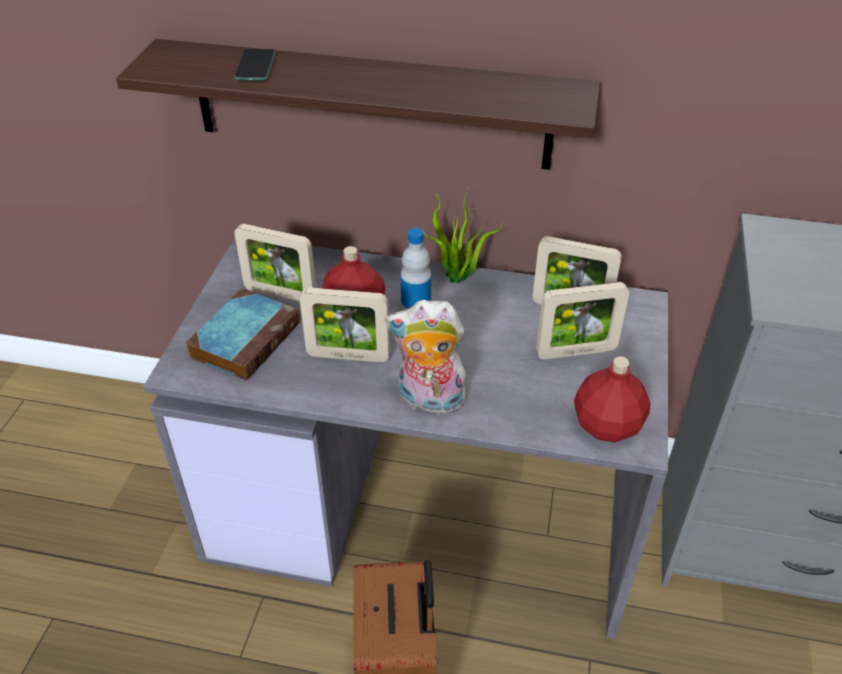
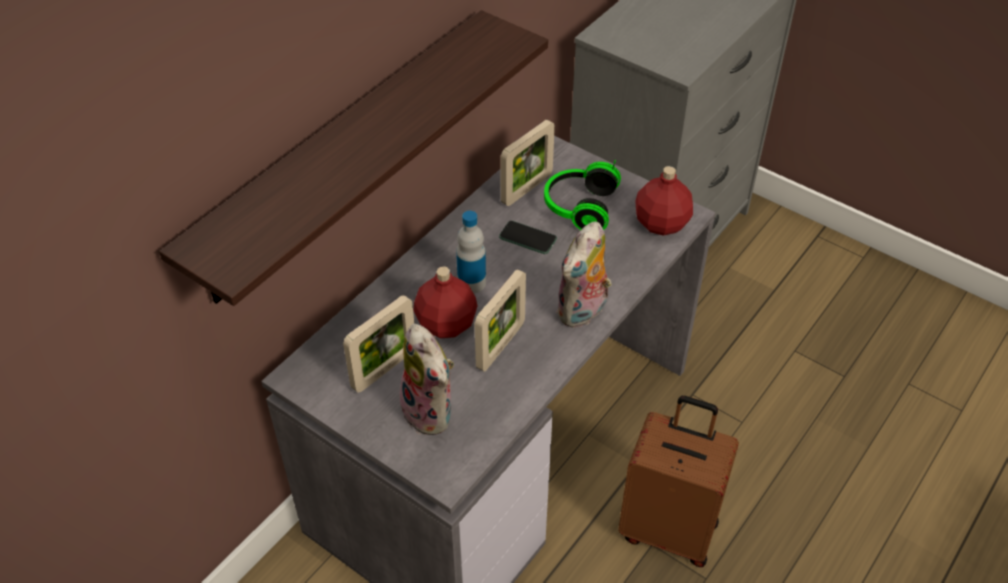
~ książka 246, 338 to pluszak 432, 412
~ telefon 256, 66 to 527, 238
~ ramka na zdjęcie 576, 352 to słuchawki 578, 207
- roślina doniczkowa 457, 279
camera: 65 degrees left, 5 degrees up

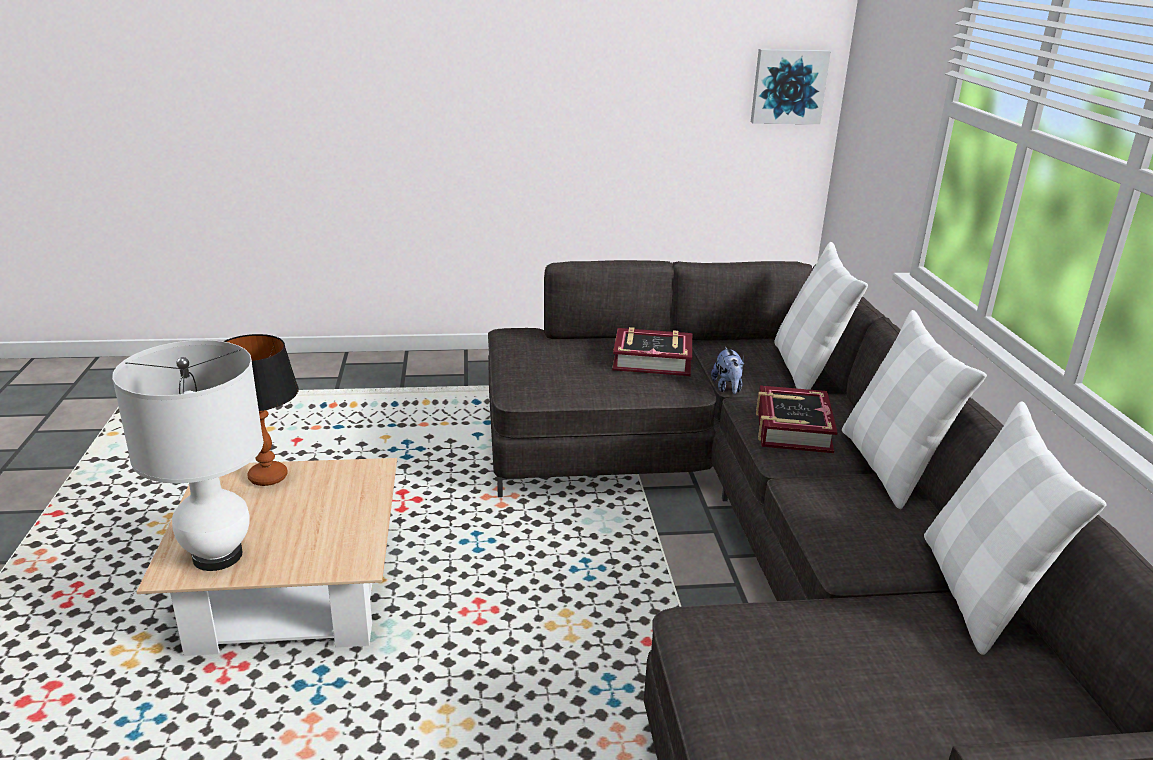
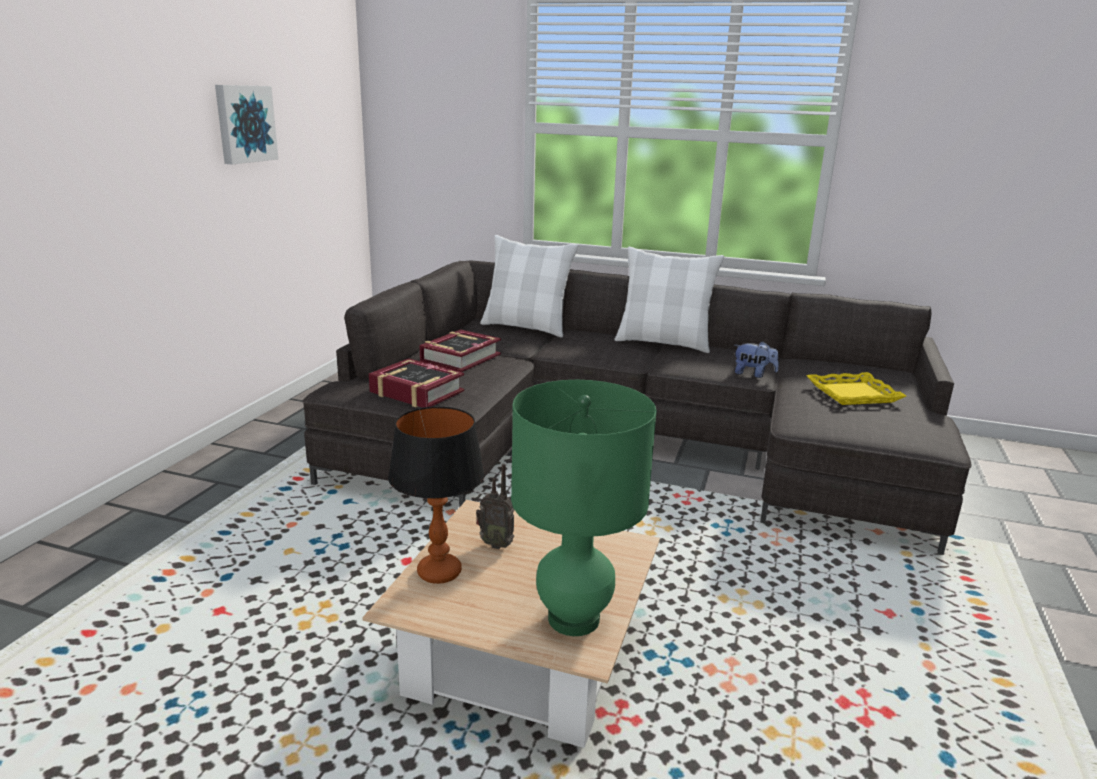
~ obraz 788, 86 to 244, 124
~ książka 792, 428 to 416, 392
+ radio 496, 544
~ lampa stołowa/biały 218, 556 to lampa stołowa/zielony 573, 619
~ pluszak 727, 388 to 753, 374
+ taca/żółty 853, 394
- poduszka/biały 978, 592
camera: 65 degrees left, 5 degrees down

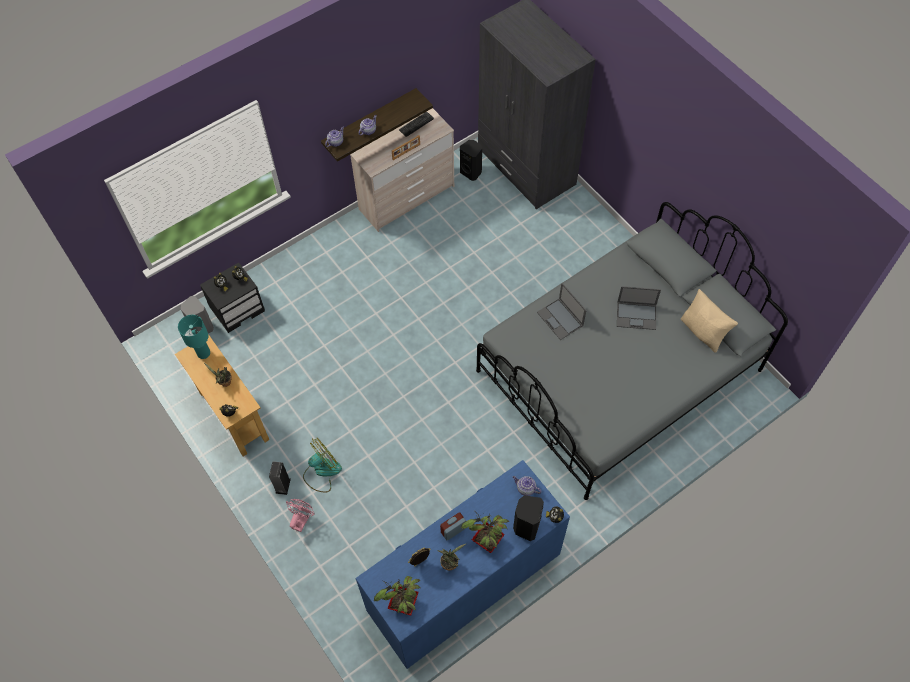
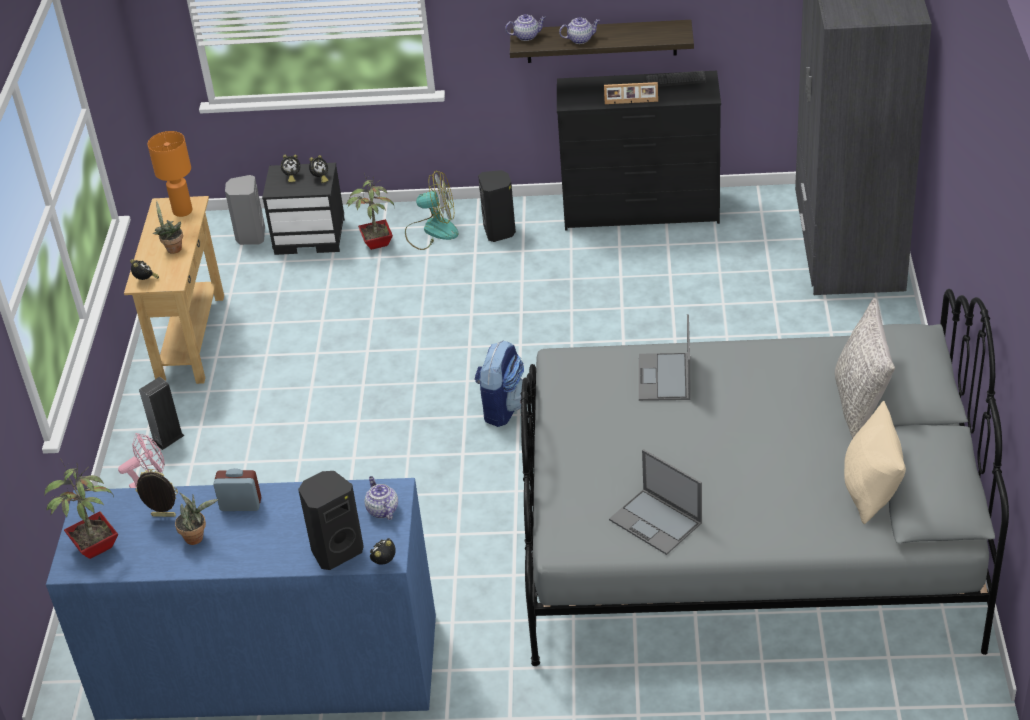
~ lampa stołowa/turkusowy 203, 353 to lampa stołowa/pomarańczowy 183, 211
~ roślina doniczkowa 486, 542 to 375, 243
~ wentylator 322, 471 to 432, 230
+ plecak 502, 408
~ głośnik/czarny 471, 172 to 500, 231
~ komoda/beżowy 407, 198 to komoda/czarny 641, 211
~ laptop 637, 315 to 656, 522
+ poduszka/szary 860, 403
camera: 40 degrees right, 20 degrees down

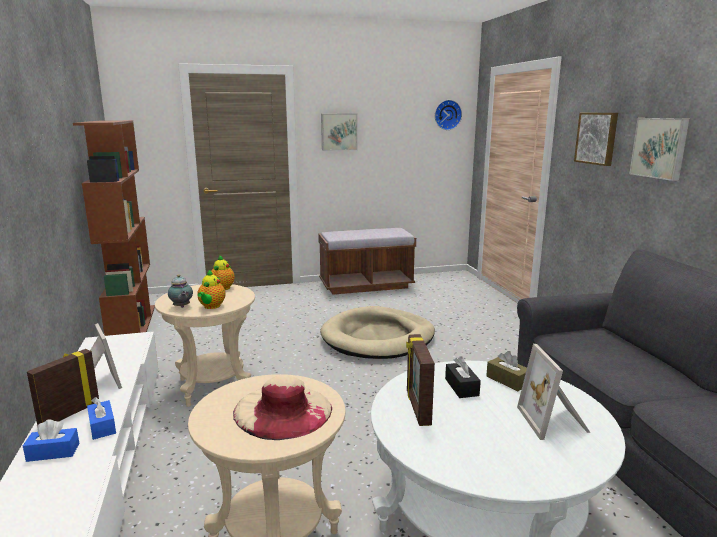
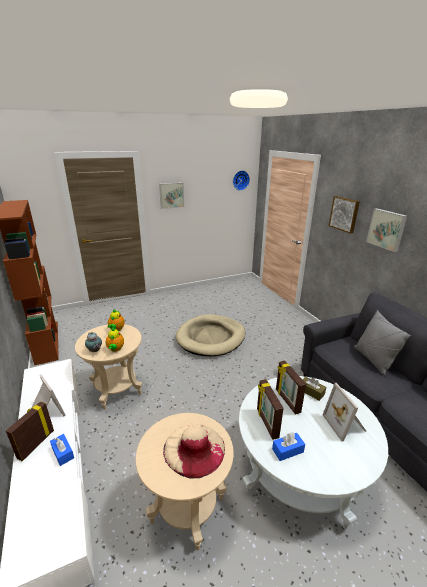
~ pudełko chusteczek/niebieski 53, 452 to 287, 450
~ pudełko chusteczek/czarny 461, 387 to ramka na zdjęcie 287, 401
+ poduszka/szary 373, 360
- ławka/brązowy 366, 285
camera: 10 degrees left, 10 degrees up

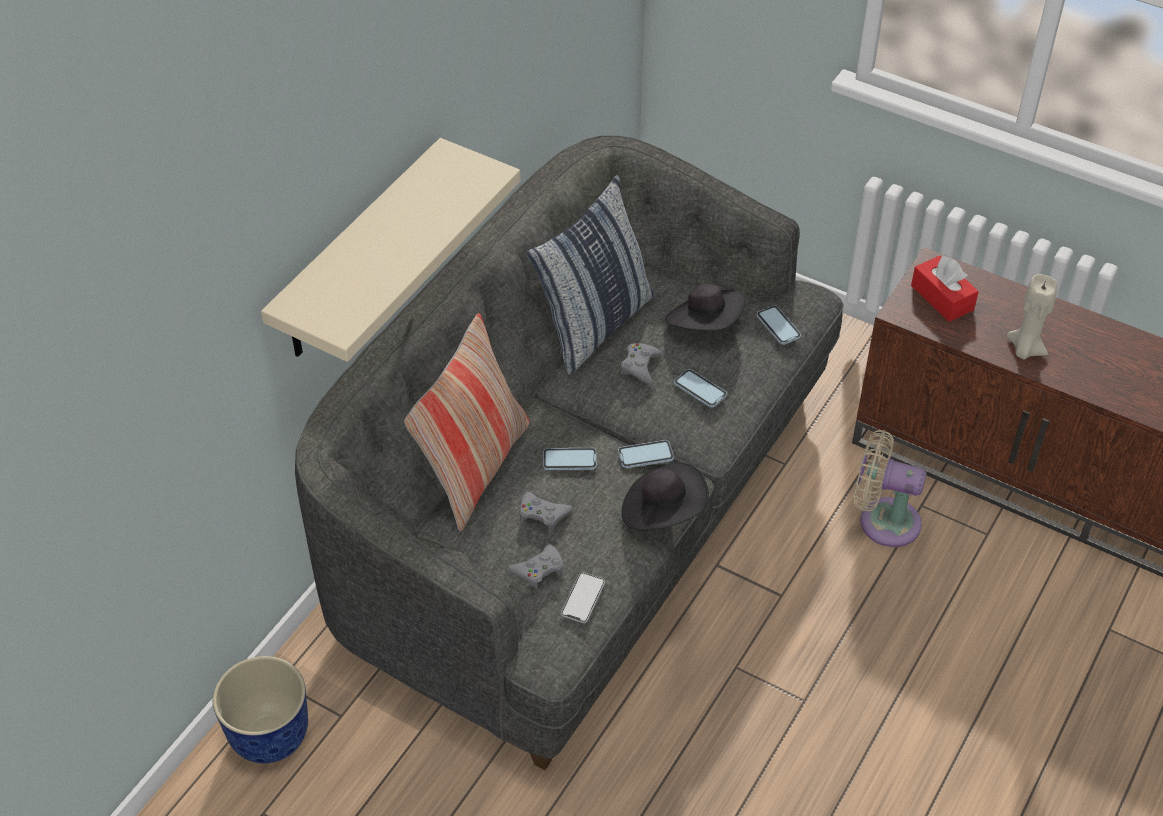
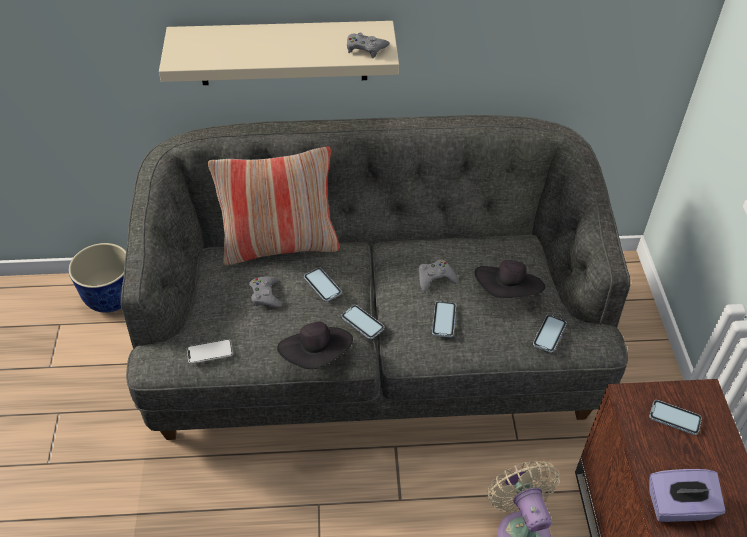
~ pad do gier/szary 539, 570 to 365, 48
~ pudełko chusteczek/czerwony 942, 298 to telefon 674, 418
~ świeca/beżowy 1025, 349 to pudełko chusteczek/fioletowy 679, 507
- poduszka 595, 325
camera: 55 degrees right, 0 degrees up

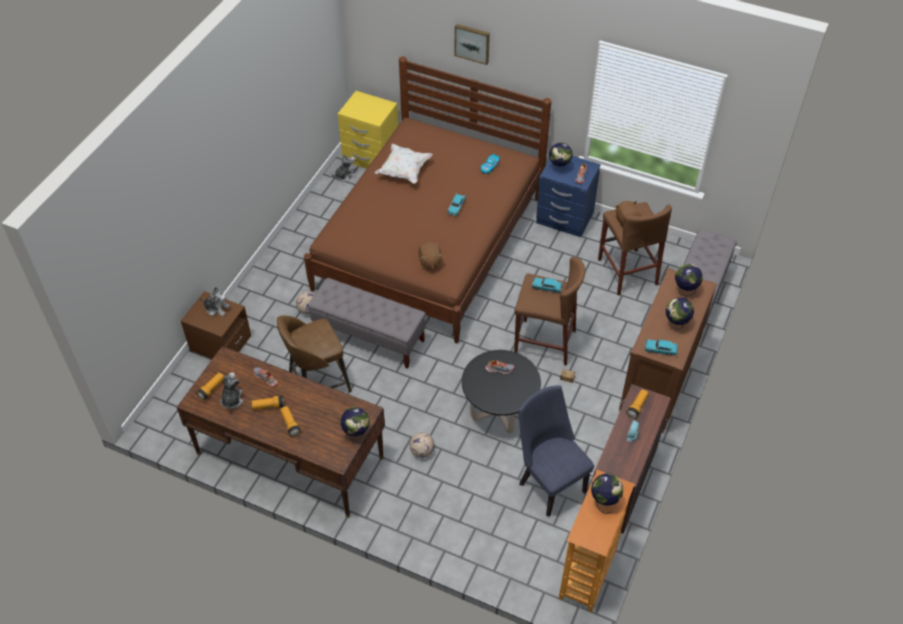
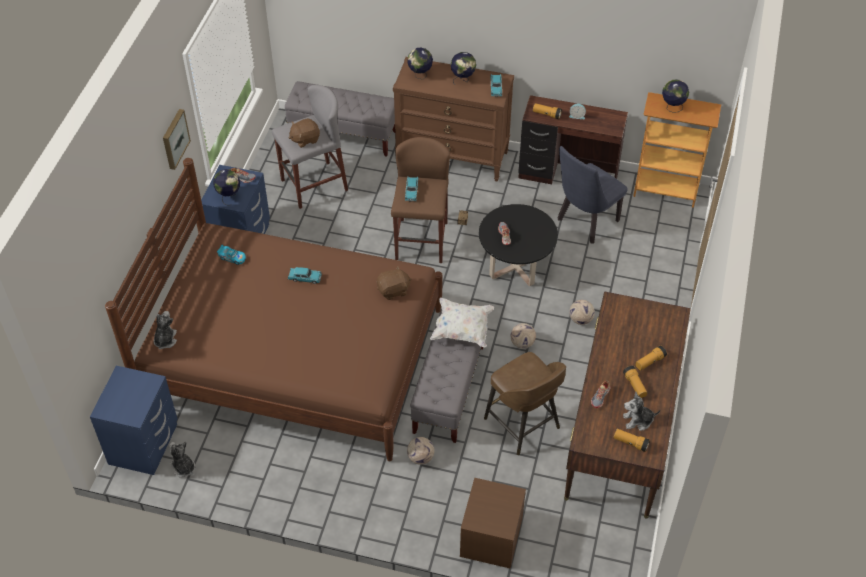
~ szafka nocna/żółty 371, 157 to szafka nocna/niebieski 144, 444
~ pluszak 216, 308 to 165, 340
~ obraz 472, 43 to 174, 138
~ stołek/brązowy 627, 271 to stołek/szary 314, 185
~ poduszka/biały 404, 171 to 462, 330
+ piłka futbolowa 522, 343
- globus 356, 433
camera: 100 degrees left, 0 degrees up

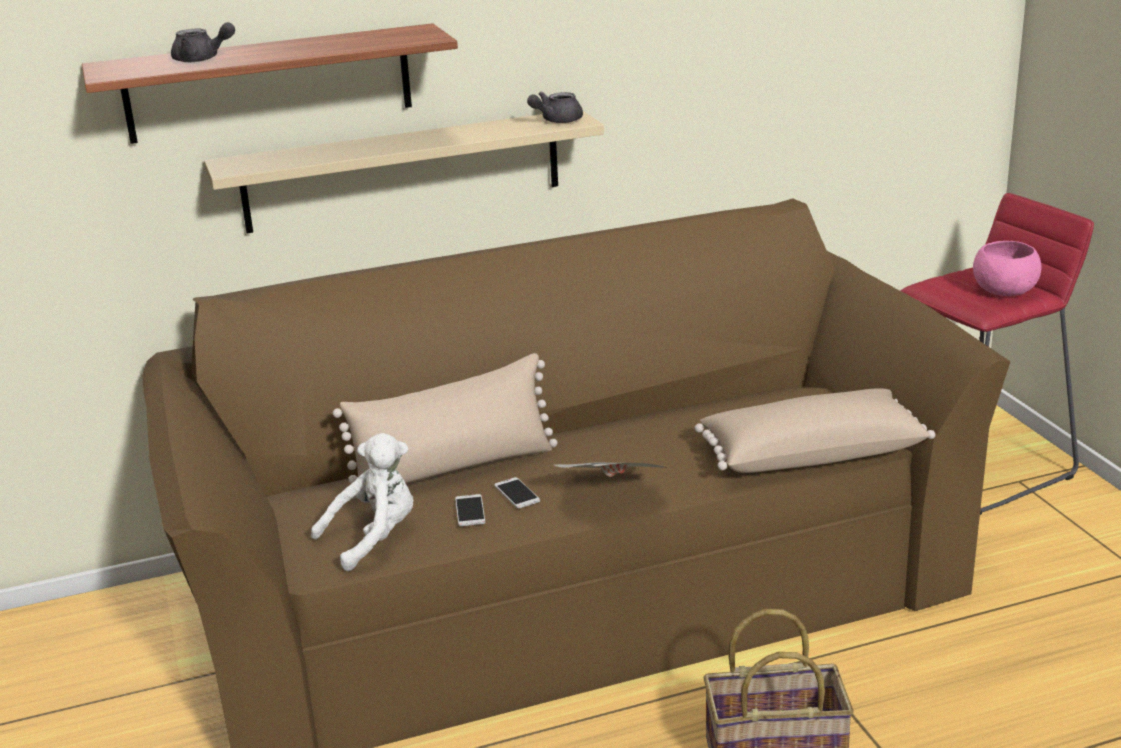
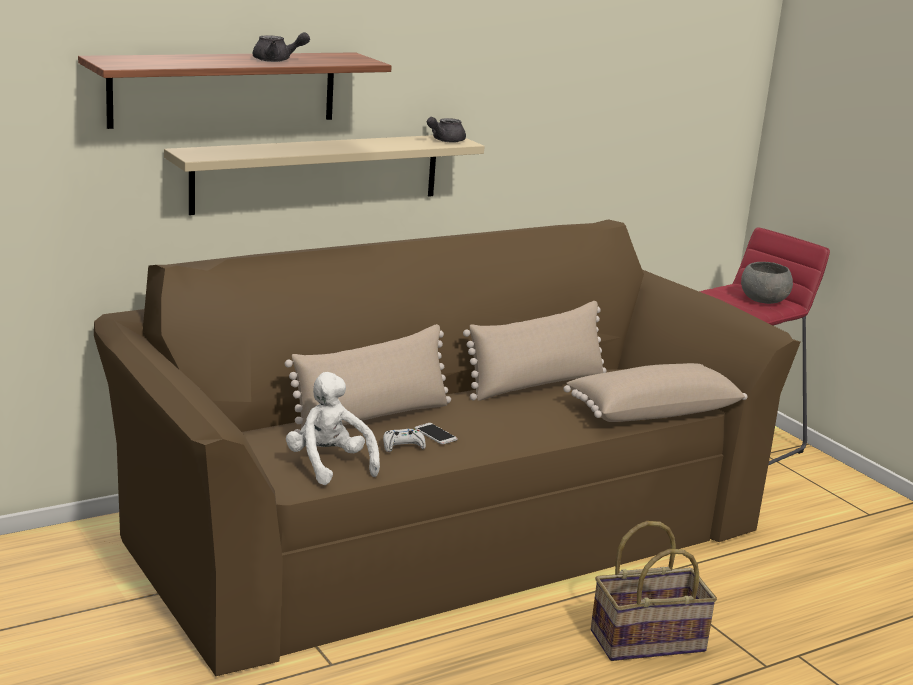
~ imbryk/szary 202, 59 to 277, 60
~ pluszak/biały 374, 538 = 329, 465 75 degrees counterclockwise
~ telefon 470, 511 to pad do gier/biały 402, 446
+ poduszka/beżowy 536, 385
~ miska/różowy 1005, 291 to miska/szary 763, 300
- gazeta 612, 492
camera: 15 degrees left, 5 degrees down

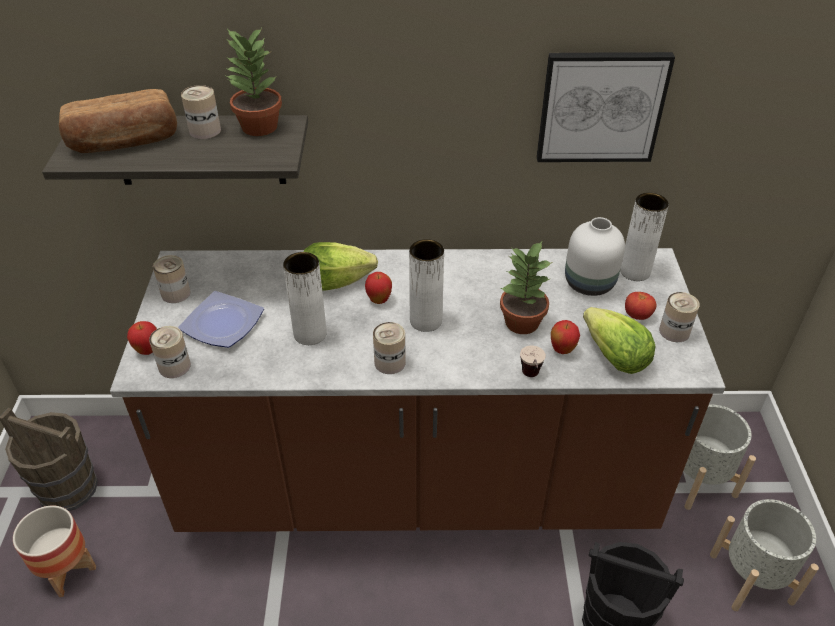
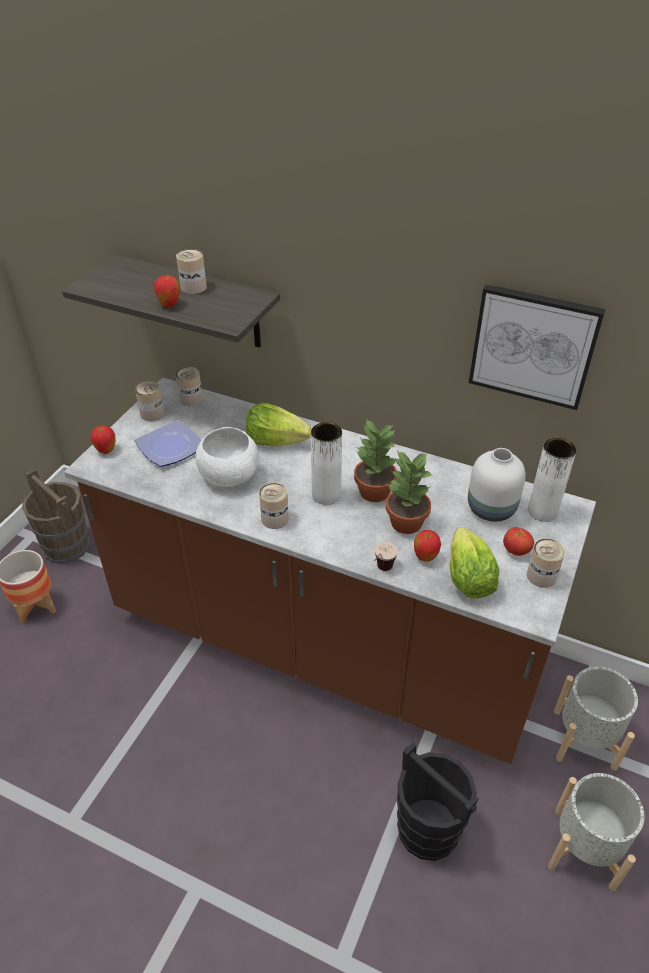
~ jabłko 379, 300 to 169, 305
~ puszka 174, 366 to 191, 399
~ wazon/biały 310, 334 to miska/biały 229, 476
~ roślina doniczkowa 258, 127 to 373, 491
- chleb 124, 142
camera: 25 degrees right, 0 degrees up

